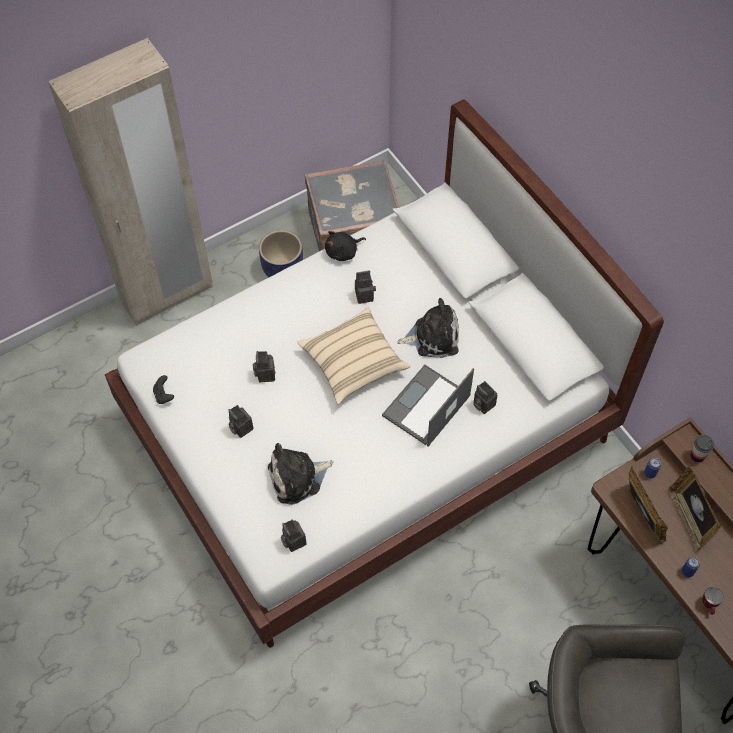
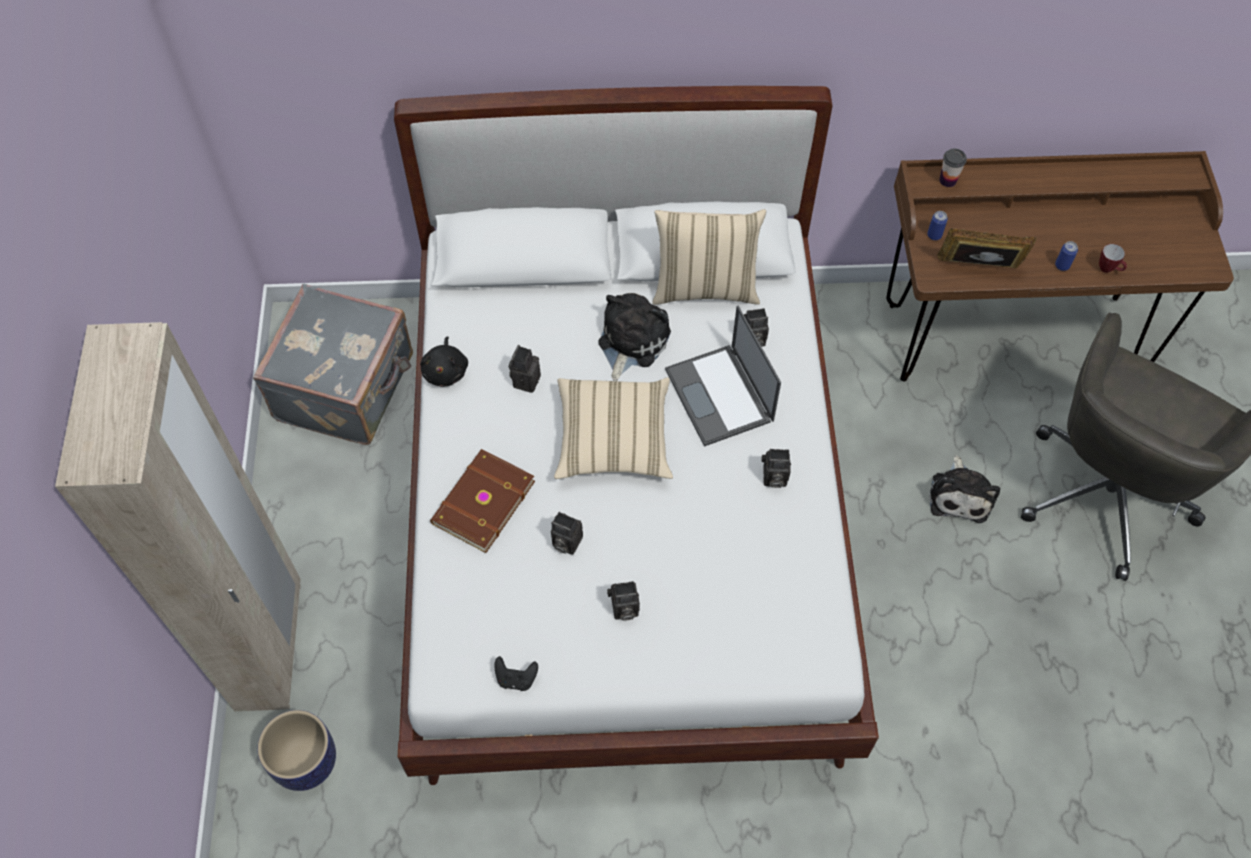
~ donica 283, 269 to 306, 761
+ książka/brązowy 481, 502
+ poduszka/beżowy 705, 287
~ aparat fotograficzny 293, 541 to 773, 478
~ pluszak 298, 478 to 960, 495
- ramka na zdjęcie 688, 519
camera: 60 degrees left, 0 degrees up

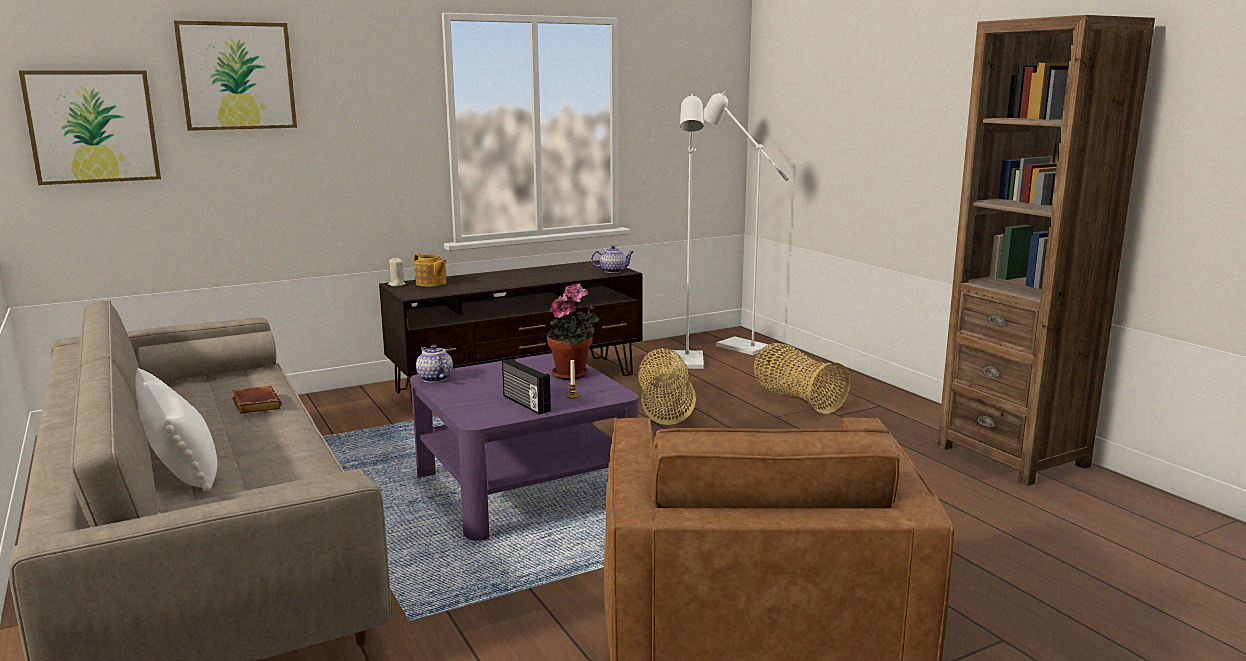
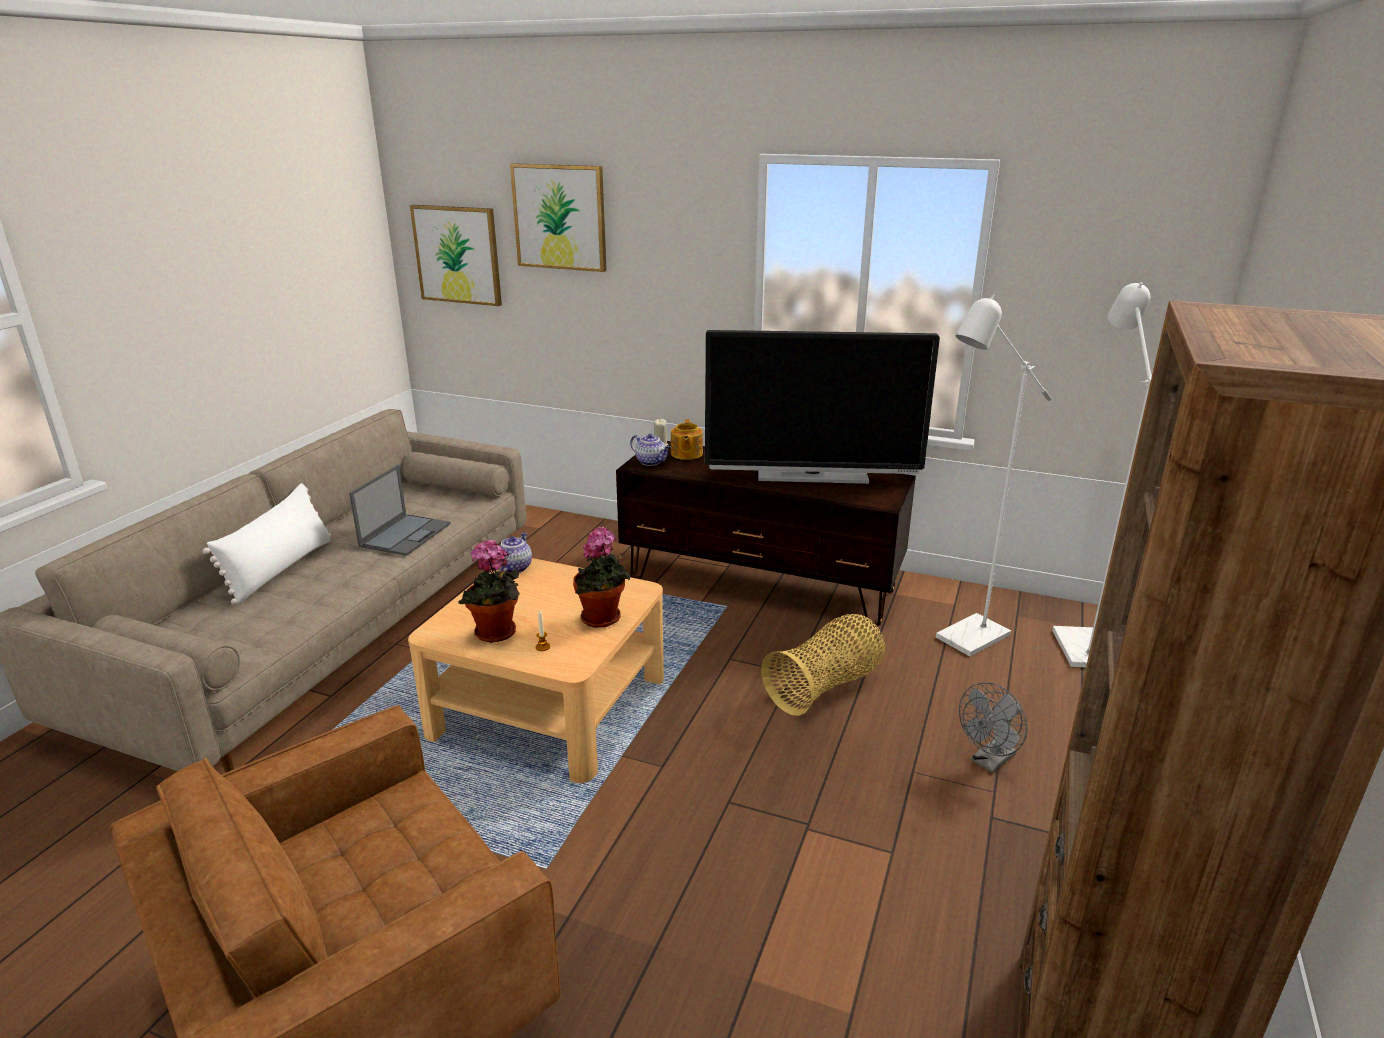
~ książka/brązowy 254, 405 to laptop 406, 534
~ ława/fioletowy 523, 486 to ława/beżowy 549, 704
~ radio 525, 404 to roślina doniczkowa 496, 635
~ imbryk 613, 271 to 651, 462
+ telewizor 812, 475
~ koszyk 796, 399 to wentylator/szary 989, 762
camera: 50 degrees right, 10 degrees up

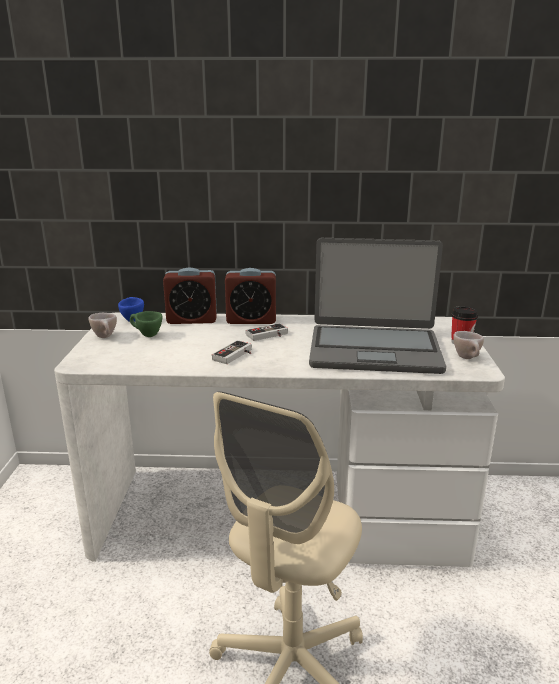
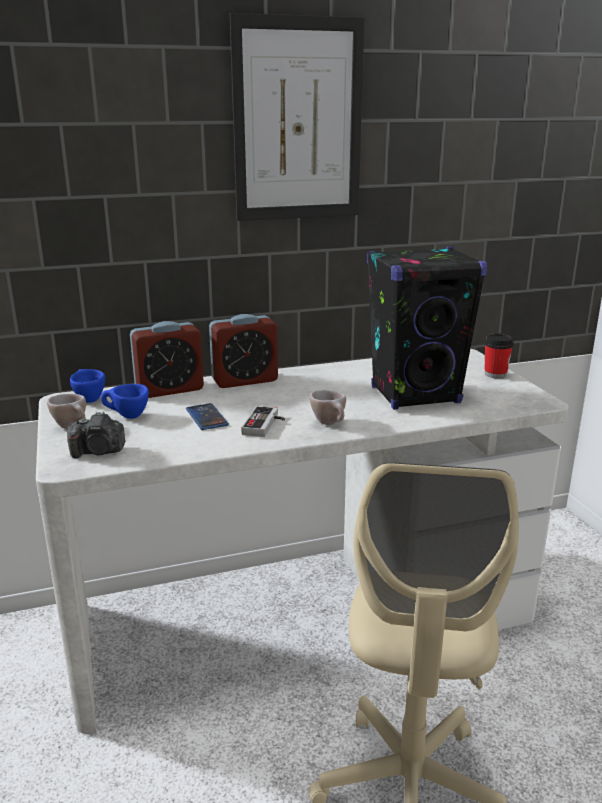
+ aparat fotograficzny 98, 452
~ filiżanka/zielony 146, 335 to filiżanka/niebieski 126, 416
+ telefon 206, 417
+ obraz 298, 121
~ filiżanka/beżowy 468, 358 to 331, 424
~ laptop 374, 350 to głośnik/czarny 416, 395
- pad do gier 269, 336
camera: 20 degrees left, 0 degrees up

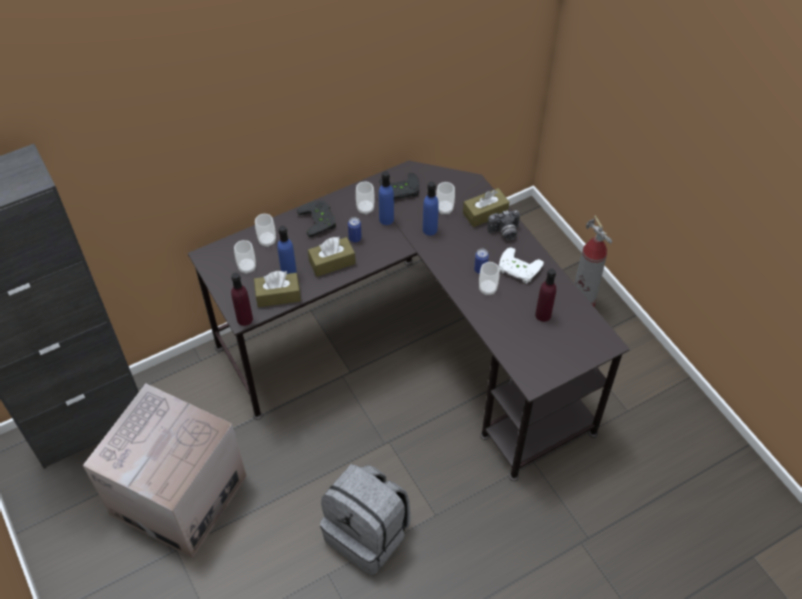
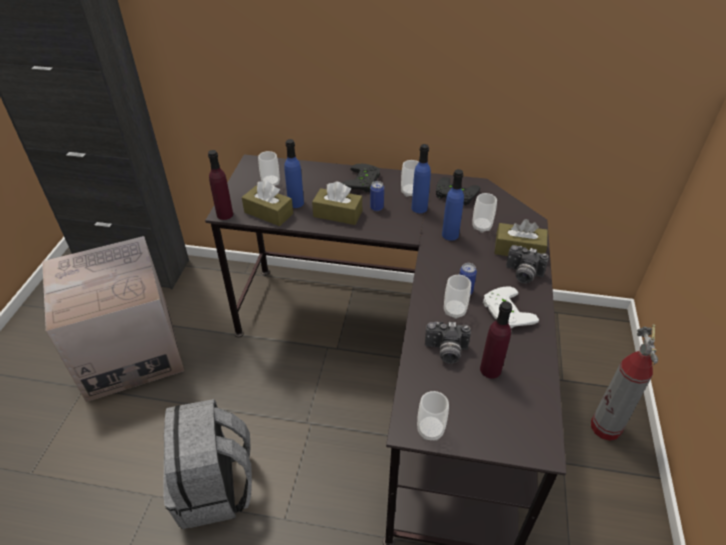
~ filiżanka 267, 241 to 430, 430
+ aparat fotograficzny 446, 352
camera: 40 degrees right, 10 degrees down

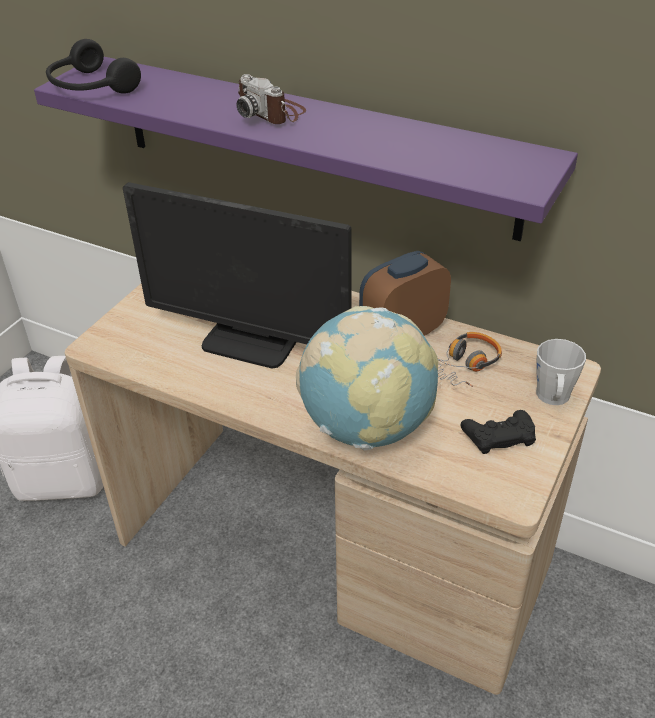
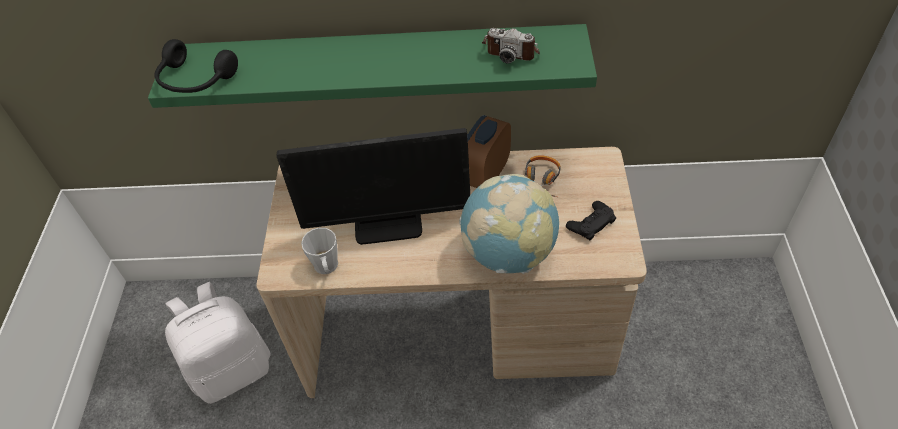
~ półka/fioletowy 311, 144 to półka/zielony 379, 65
~ kubek/szary 553, 398 to 327, 268
~ aparat fotograficzny 271, 112 to 511, 49
camera: 25 degrees left, 10 degrees up

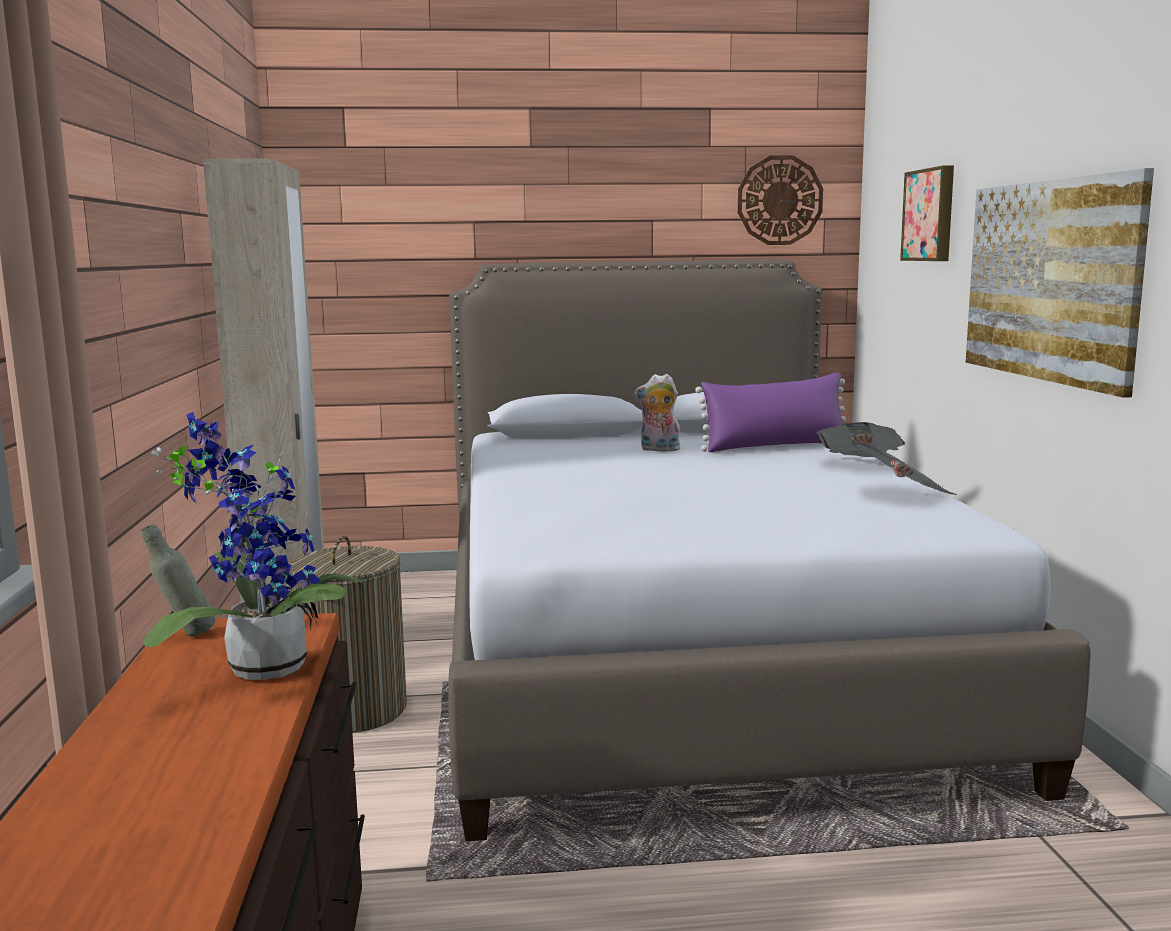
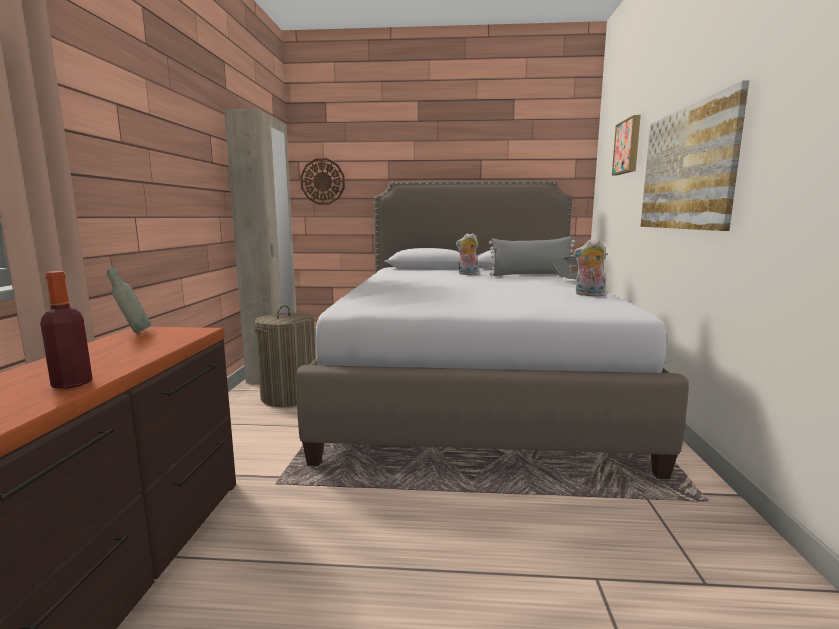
+ butelka 72, 383
~ zegar ścienny 779, 200 to 322, 181
~ poduszka/fioletowy 775, 446 to poduszka/szary 532, 275
~ gazeta 903, 496 to pluszak 588, 295
- roślina doniczkowa 260, 666
camera: 10 degrees right, 0 degrees up

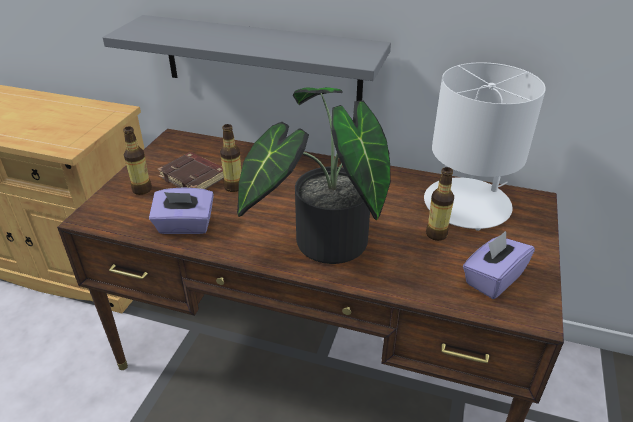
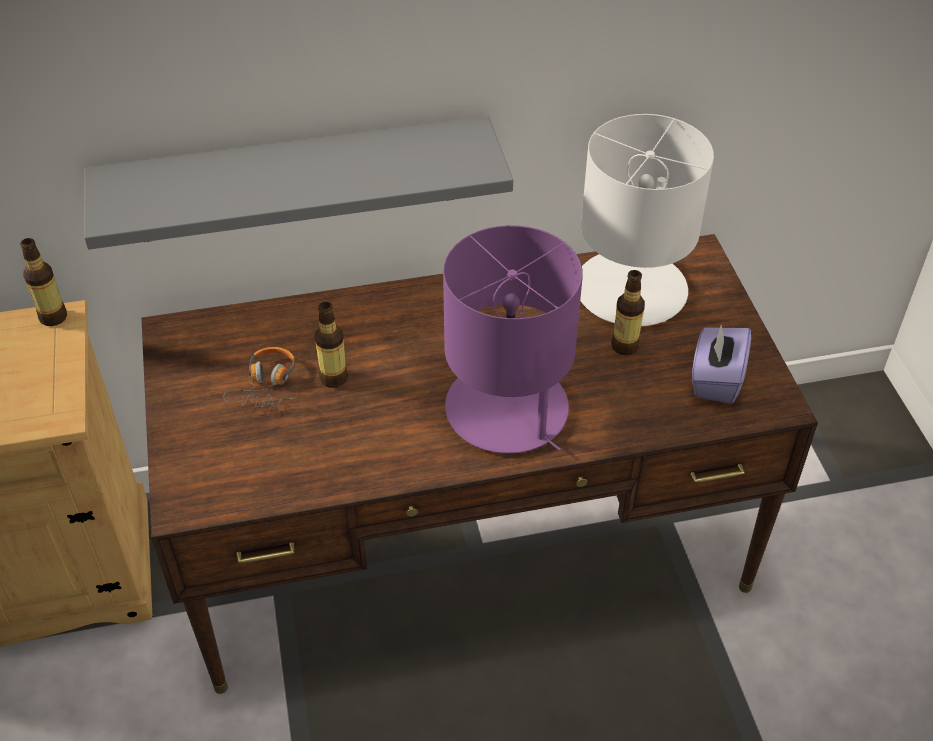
~ butelka 142, 189 to 53, 317
~ książka/brązowy 194, 177 to słuchawki 266, 384
~ roślina doniczkowa 322, 241 to lampa stołowa/fioletowy 508, 410
- pudełko chusteczek/fioletowy 185, 226
camera: 30 degrees left, 10 degrees up

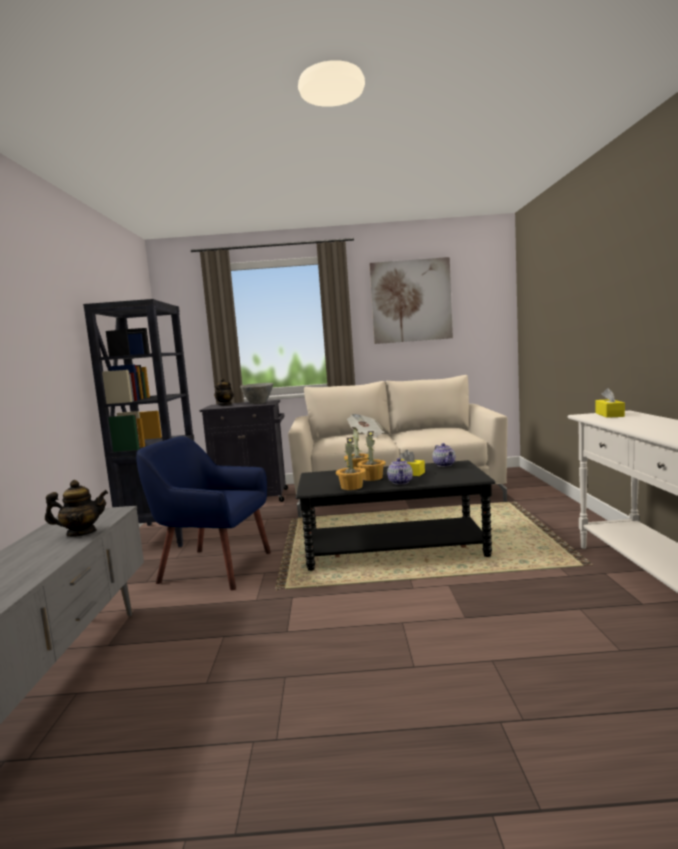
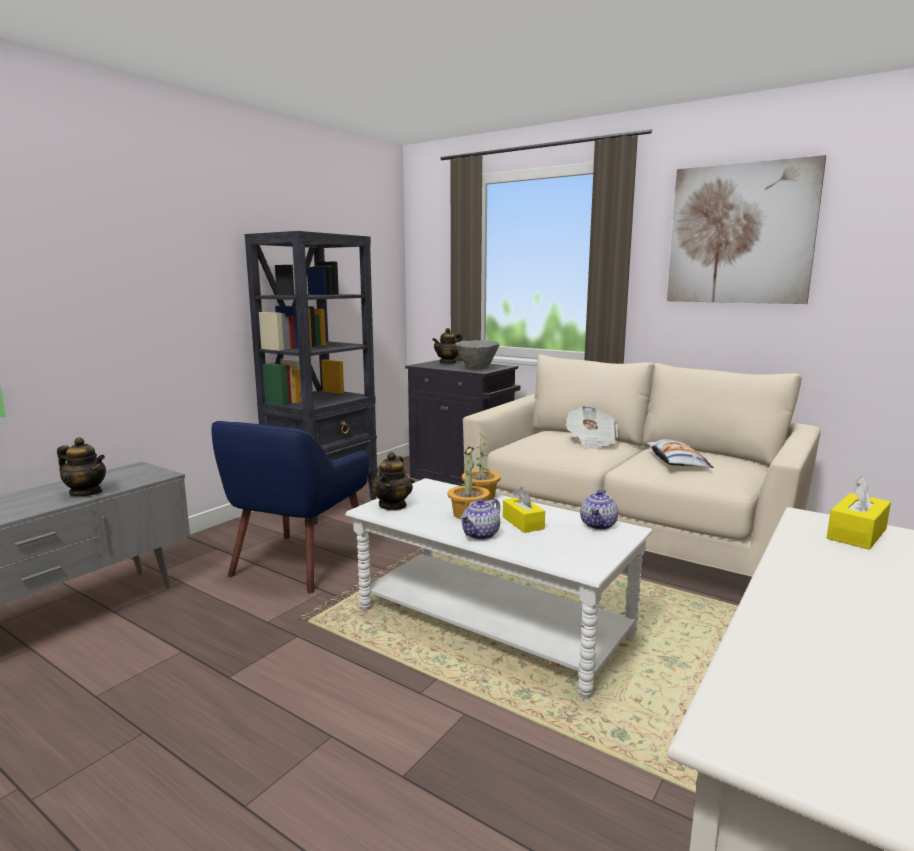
~ fotel/niebieski 214, 567 = 298, 563 120 degrees counterclockwise
~ ława/czarny 395, 548 to ława/biały 492, 623
+ imbryk 393, 505
+ poduszka 676, 461
- roślina doniczkowa 351, 487
camera: 35 degrees right, 5 degrees up

